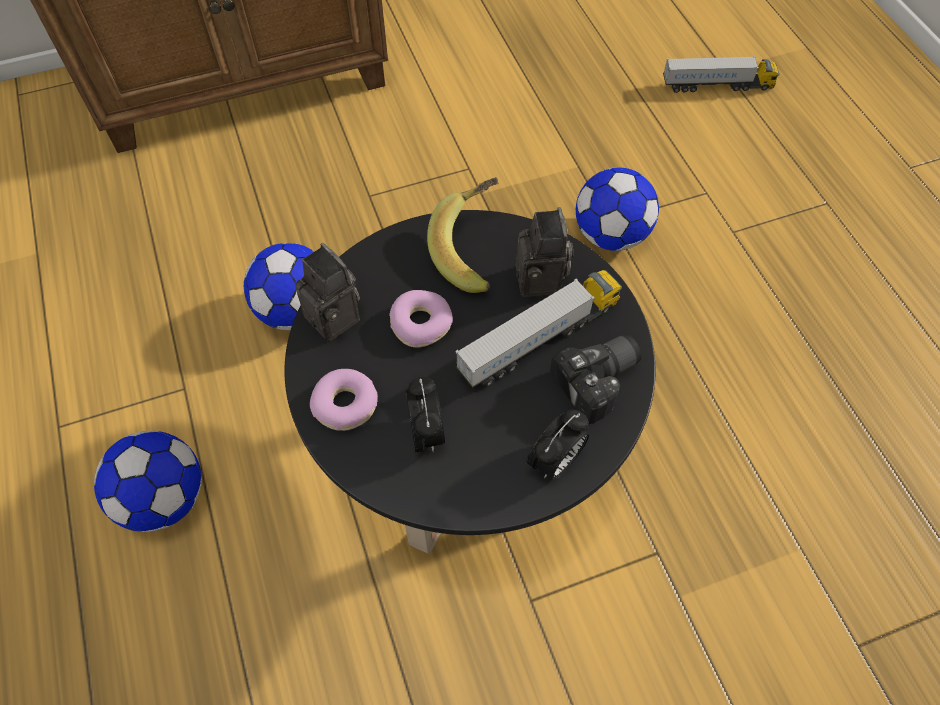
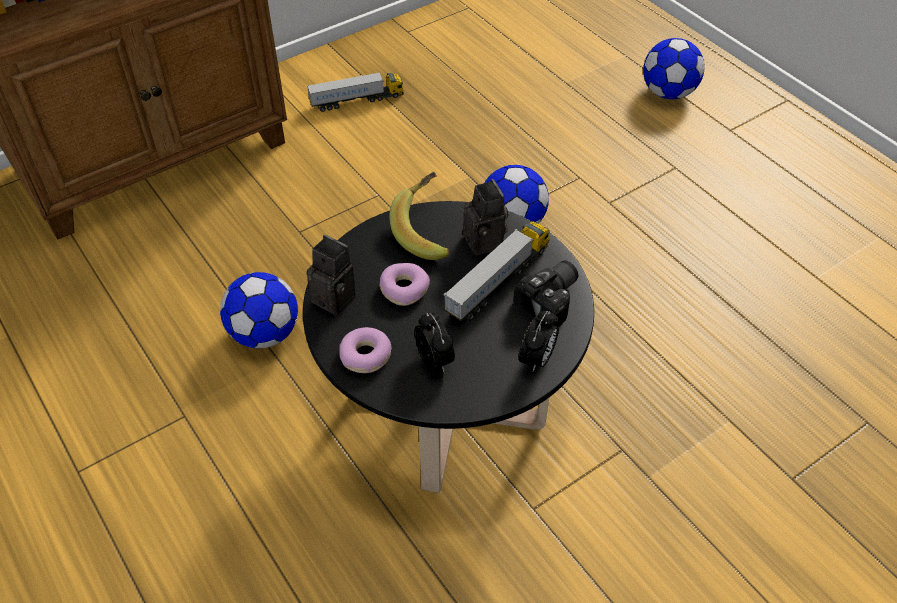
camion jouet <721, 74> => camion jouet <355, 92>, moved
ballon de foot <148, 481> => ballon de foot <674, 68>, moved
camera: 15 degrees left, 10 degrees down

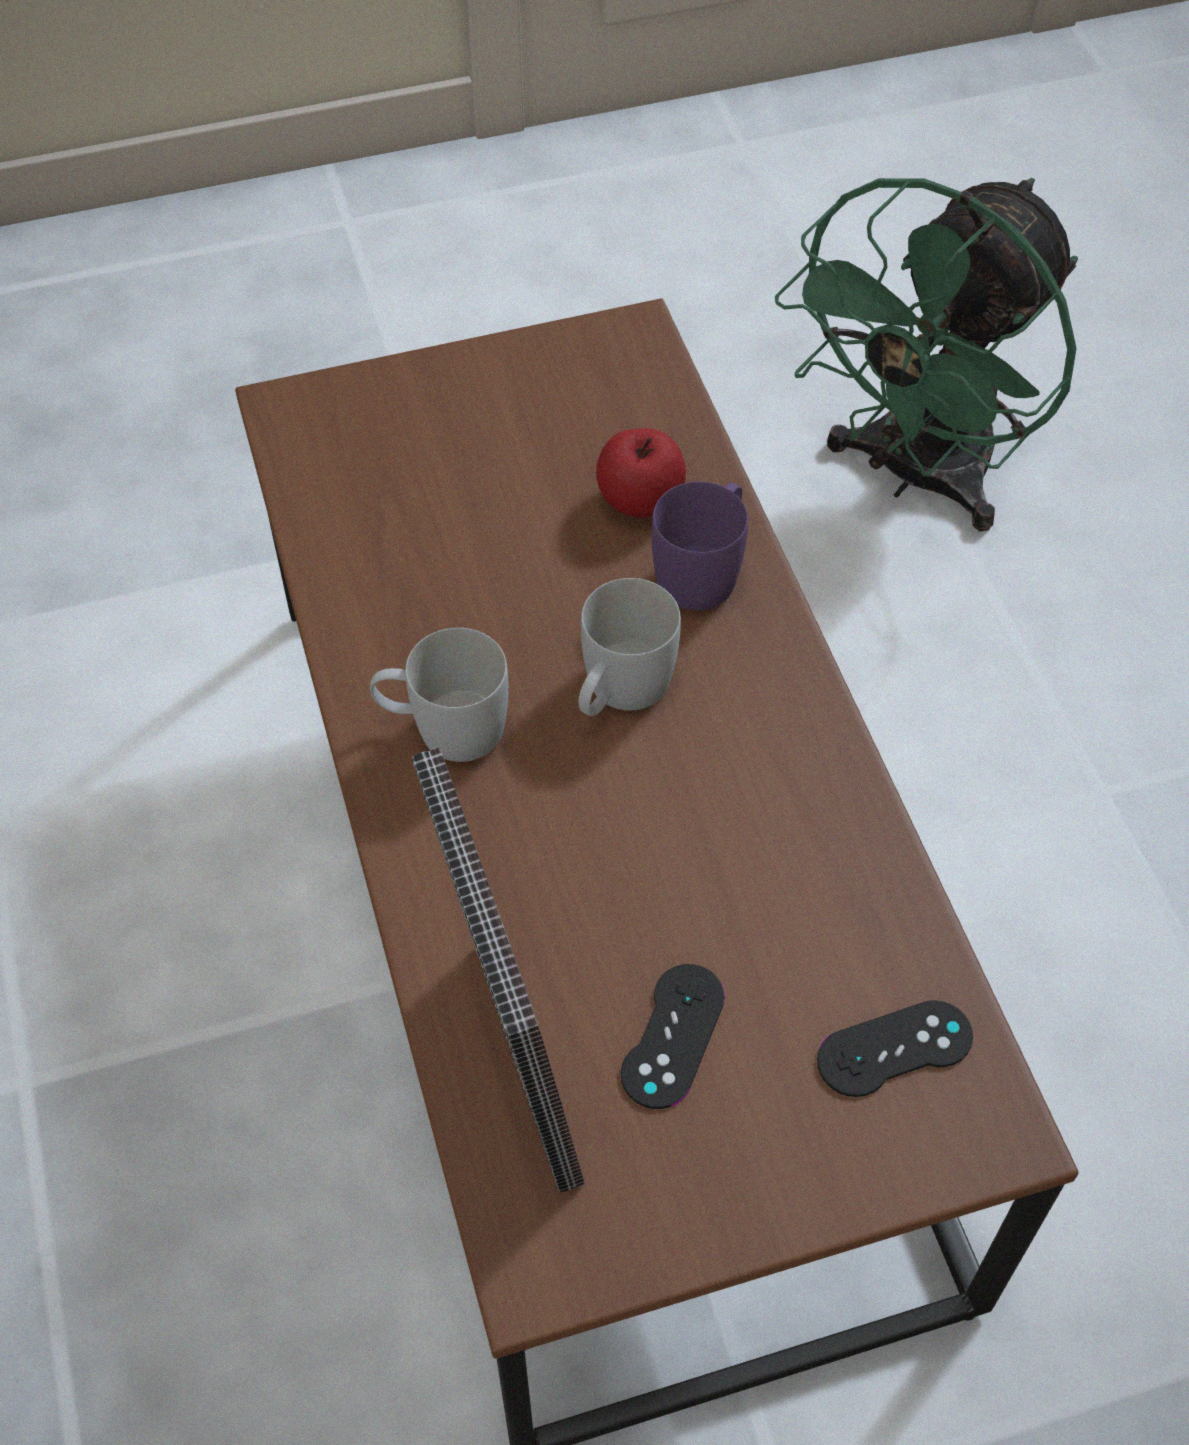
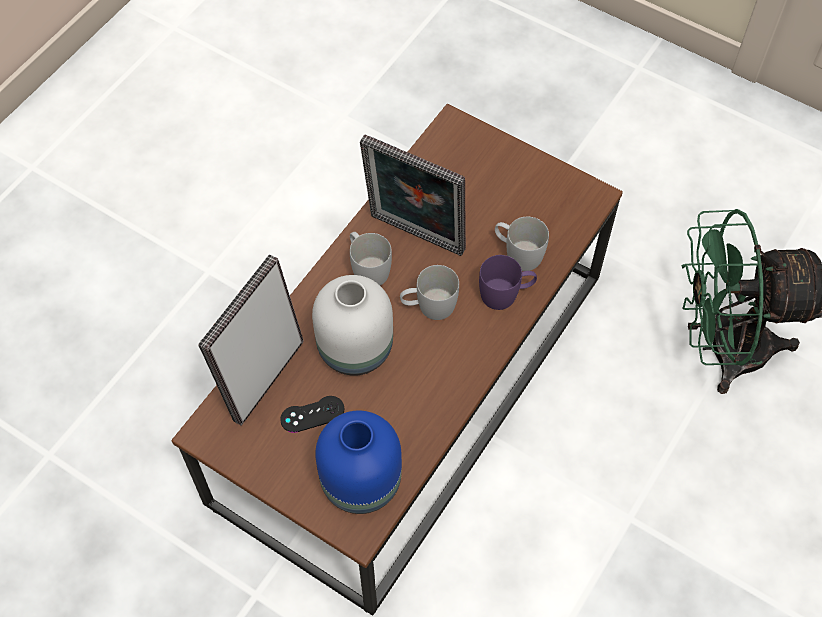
nothing => vase/blanc <352, 325>
manette/noir <895, 1048> => vase/bleu <358, 462>
nothing => cadre photo <413, 195>
pomme <641, 472> => mug/blanc <522, 244>
camera: 50 degrees right, 5 degrees up

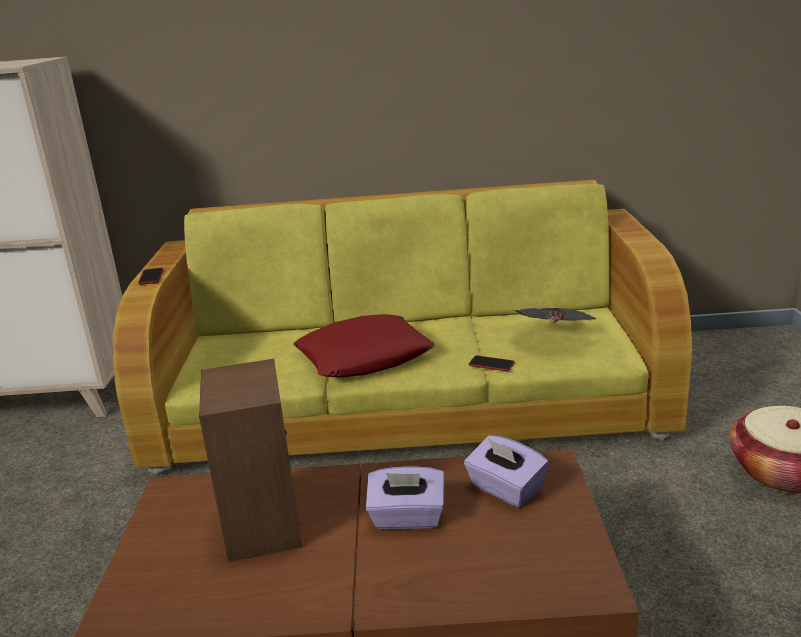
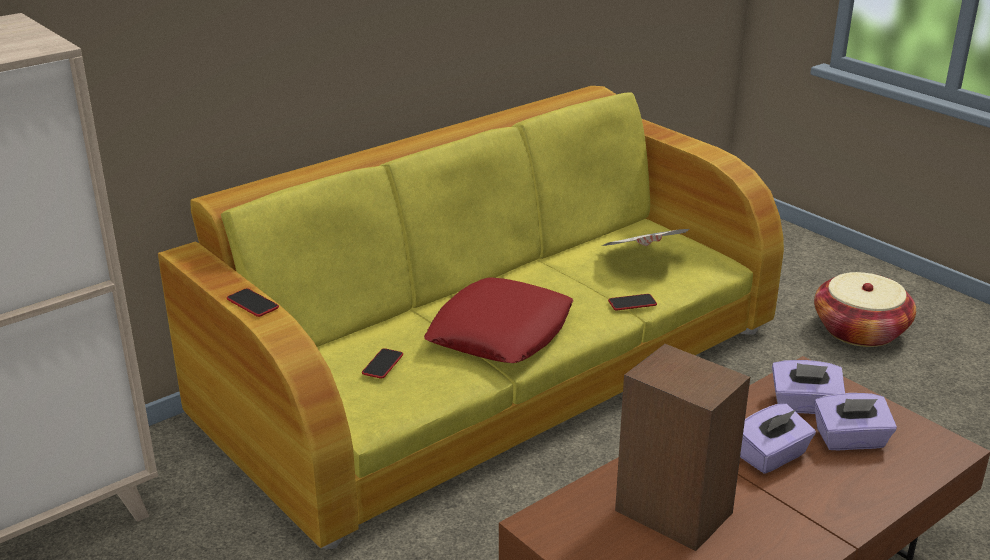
nothing => téléphone <382, 363>
nothing => boîte à mouchoirs/violet <855, 421>
camera: 40 degrees left, 5 degrees up

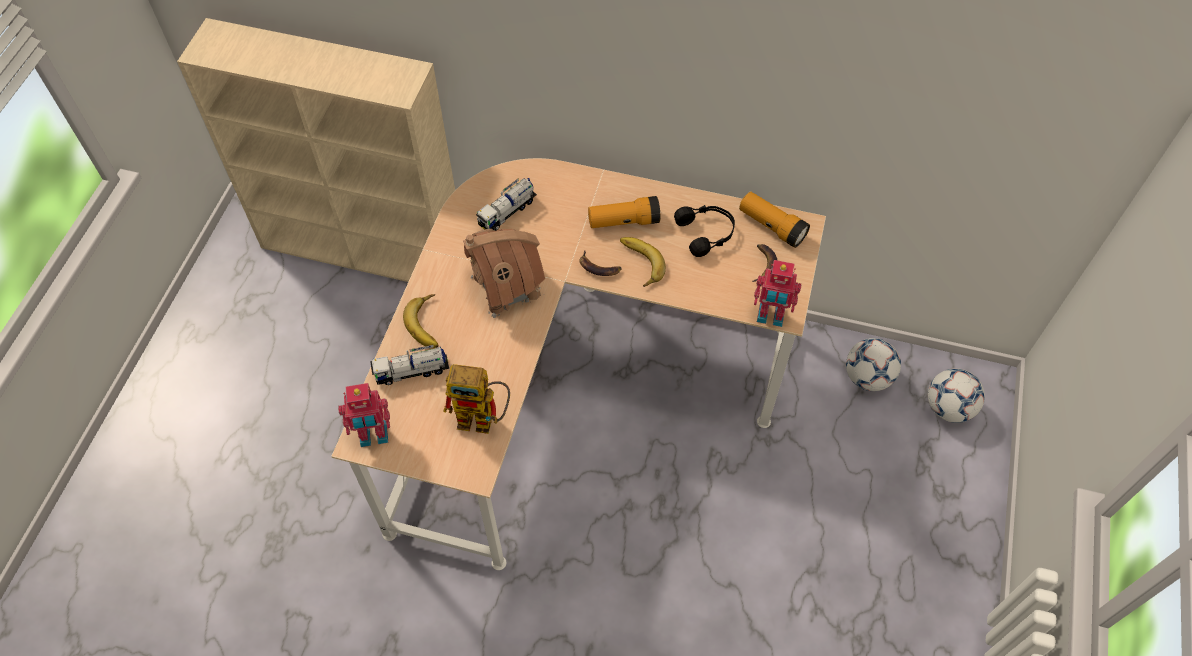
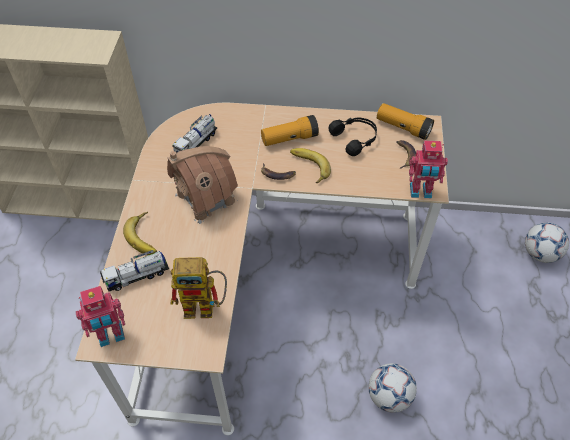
ballon de foot <873, 364> => ballon de foot <392, 388>, moved
camera: 10 degrees left, 5 degrees down

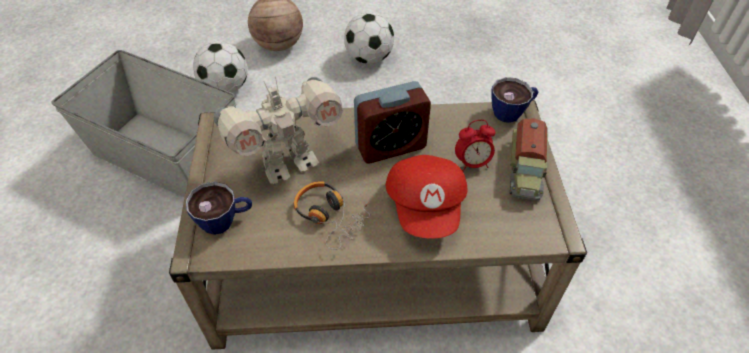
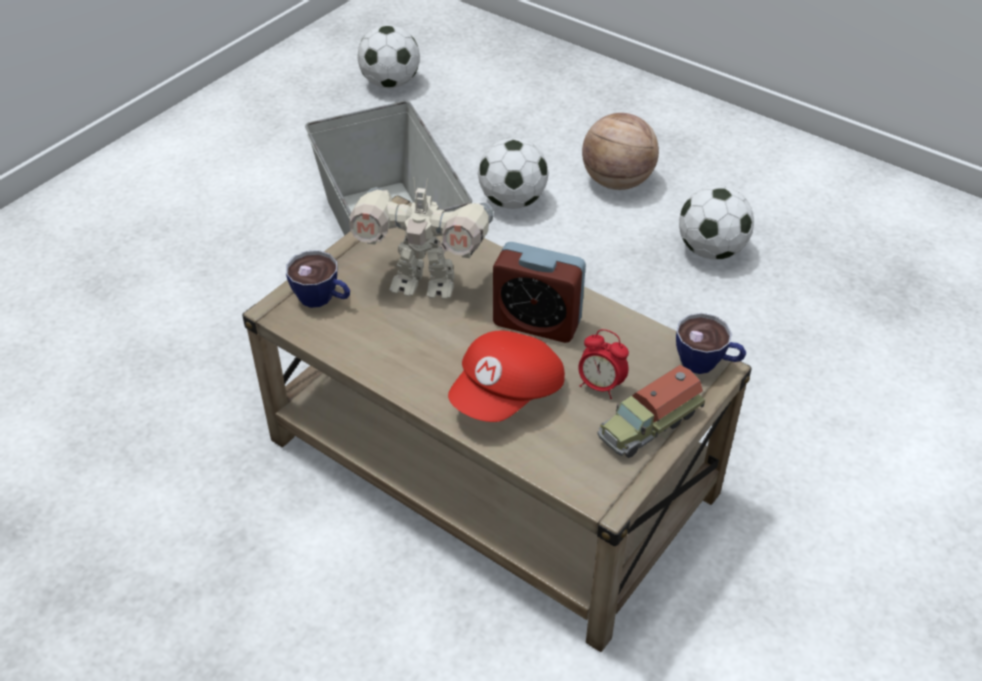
nothing => ballon de foot <388, 56>
casque audio <332, 215> => nothing
camera: 40 degrees right, 5 degrees down

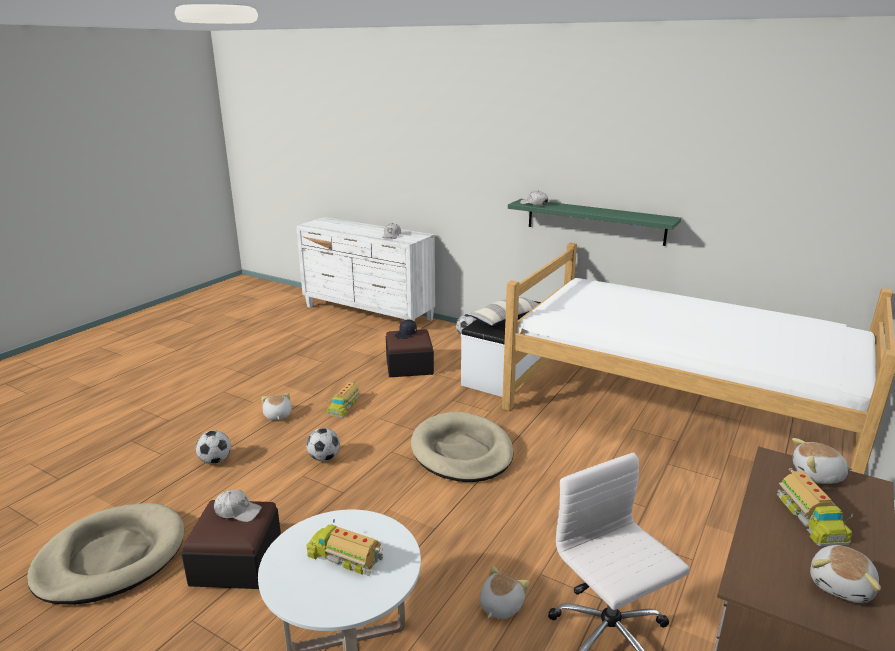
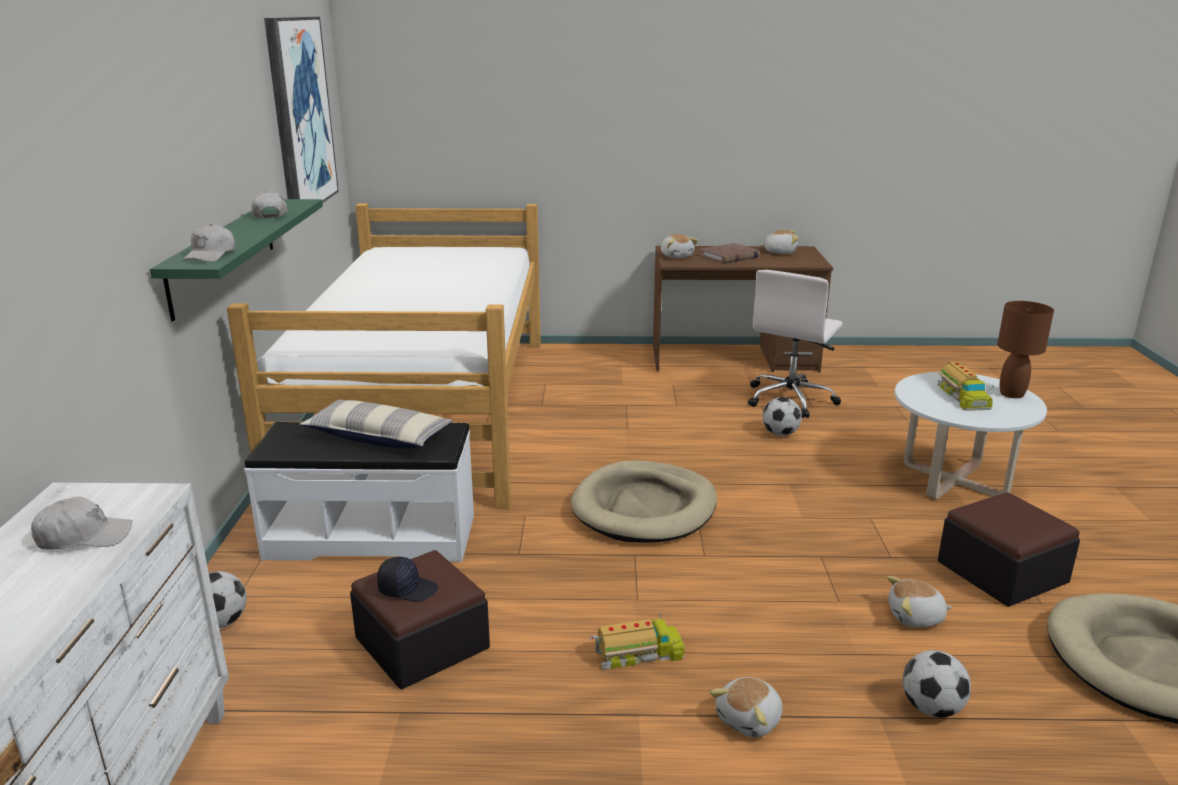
casquette/blanc <238, 506> => casquette/blanc <269, 204>, moved
nothing => tableau <301, 110>
camion jouet <815, 507> => livre/marron <730, 253>
ballon de foot <323, 444> => ballon de foot <782, 416>, moved
peluche <505, 592> => peluche <920, 601>, moved
nothing => lampe de table/marron <1025, 349>
camera: 120 degrees left, 0 degrees up

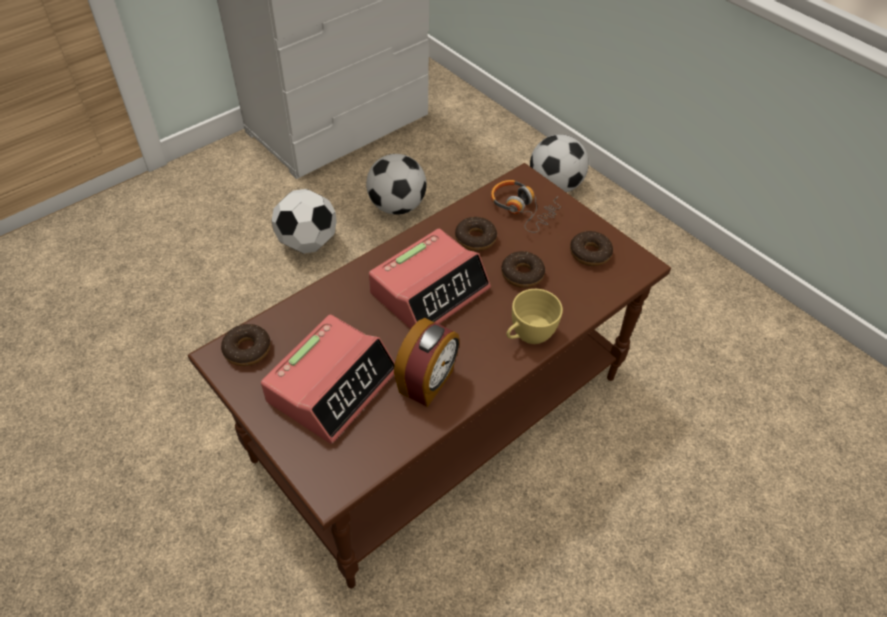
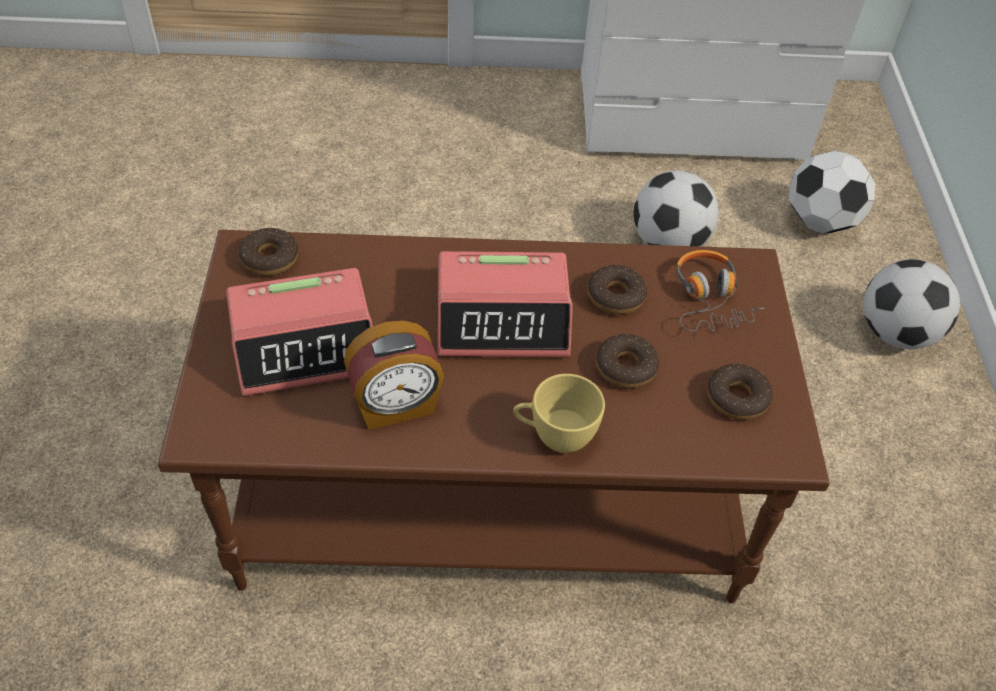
ballon de foot <304, 221> => ballon de foot <832, 192>, moved
camera: 40 degrees right, 0 degrees up

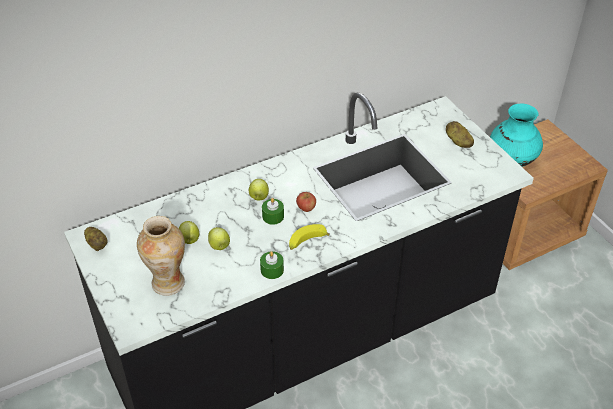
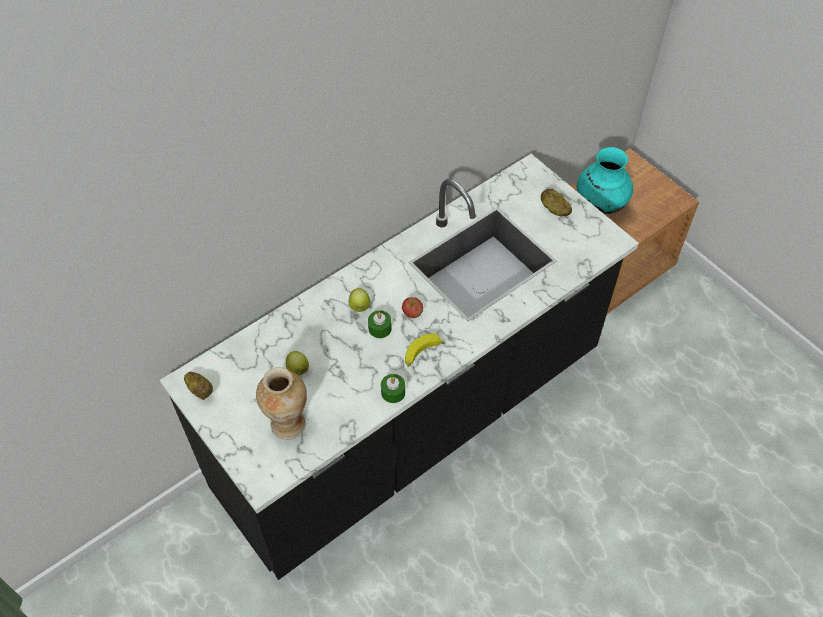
pomme <219, 238> => nothing
camera: 10 degrees left, 10 degrees up

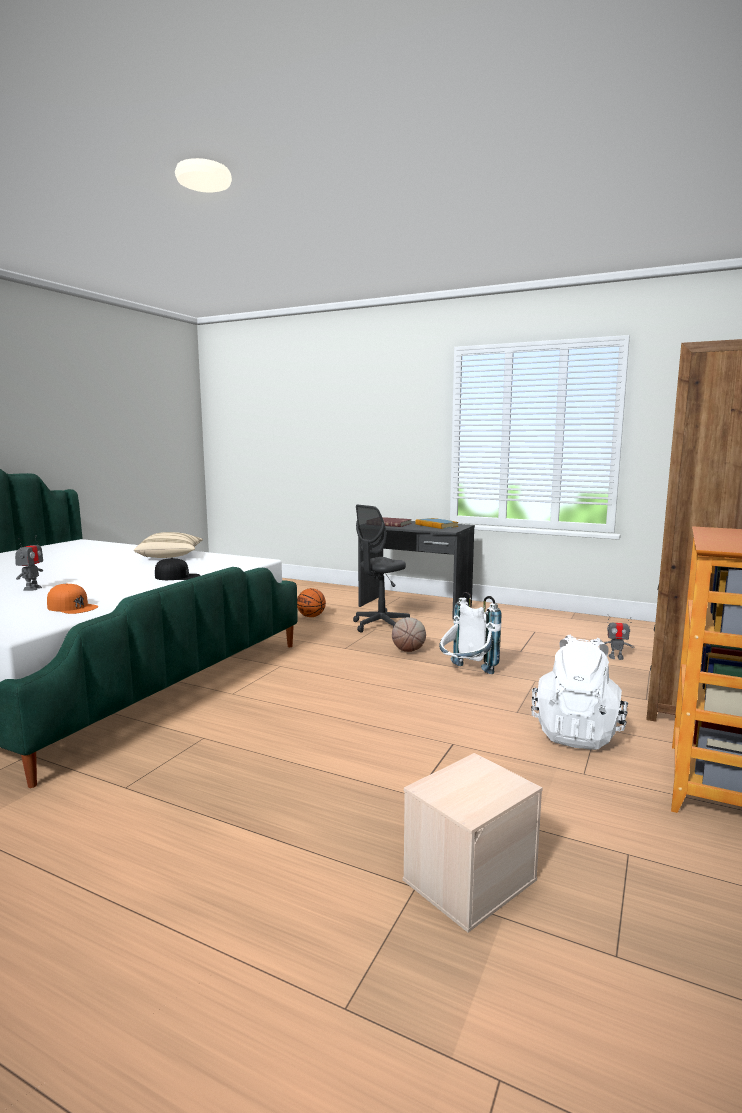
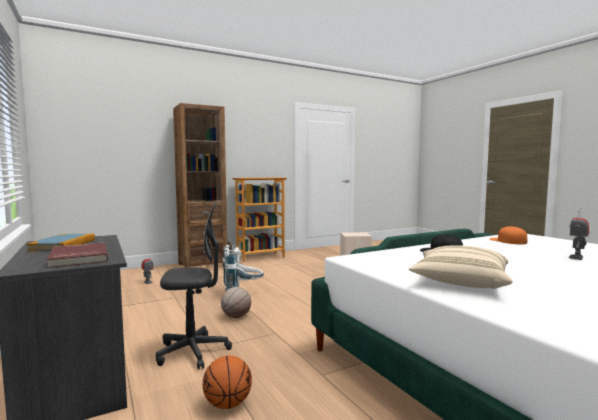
sac à dos/blanc <579, 692> => nothing
camera: 145 degrees left, 5 degrees down

